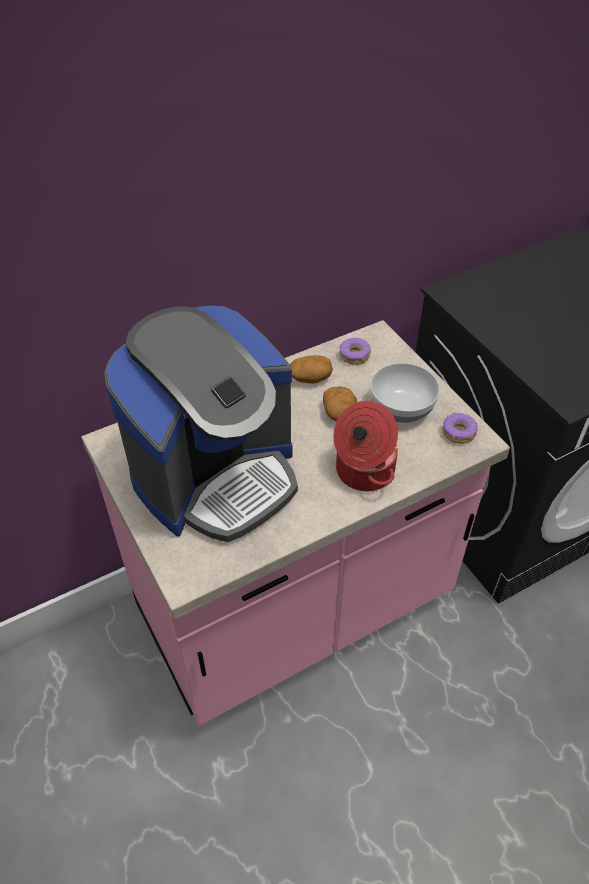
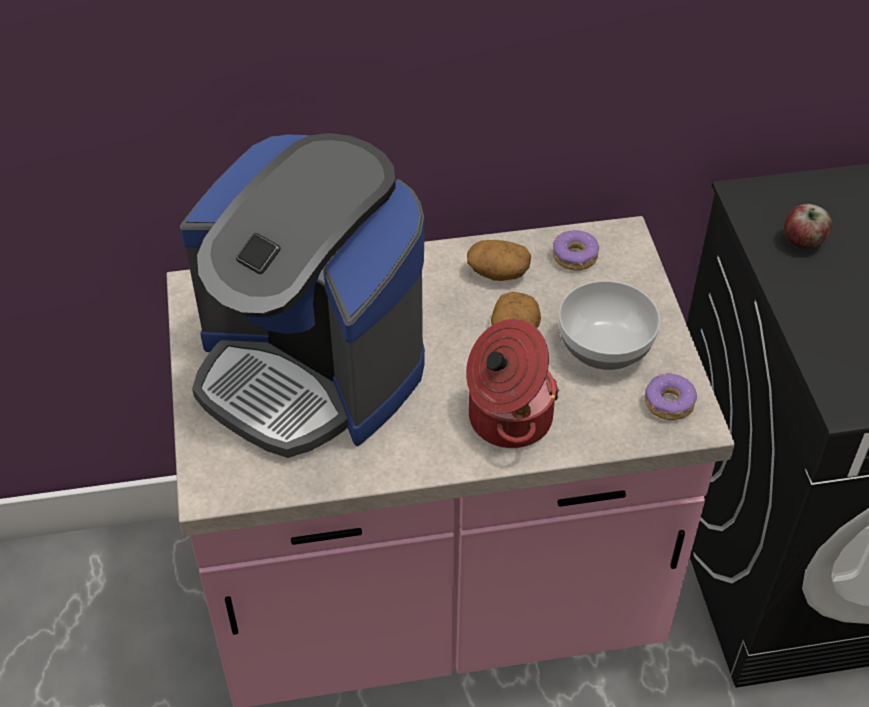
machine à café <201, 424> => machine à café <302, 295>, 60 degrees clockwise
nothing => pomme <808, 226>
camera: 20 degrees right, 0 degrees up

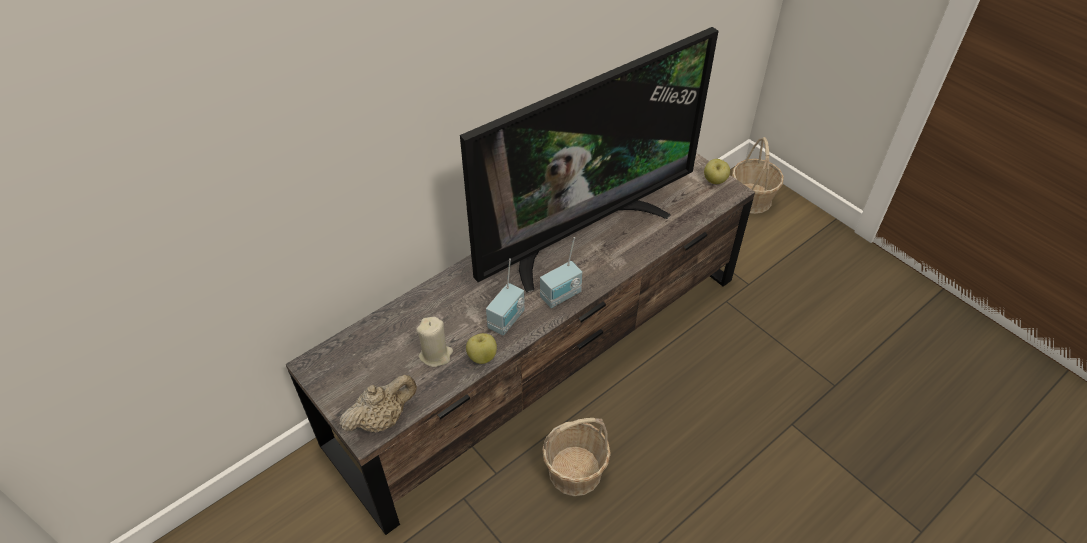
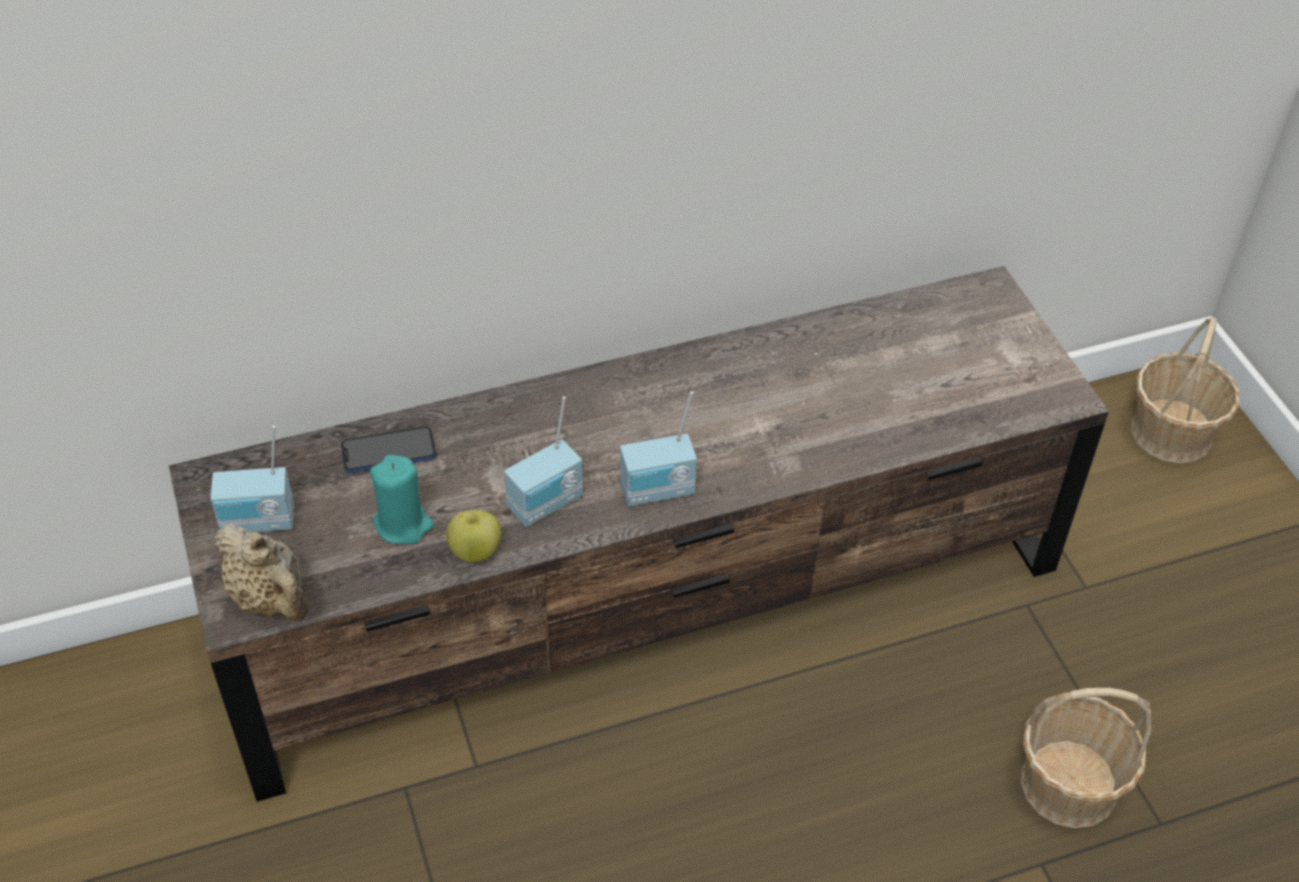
nothing => radio <252, 479>
théière/beige <378, 403> => théière/beige <261, 572>, 60 degrees clockwise
nothing => téléphone <388, 449>
bougie/beige <434, 342> => bougie/turquoise <402, 499>
panier <576, 457> => panier <1086, 758>, moved
téléviseur <589, 159> => nothing
pomme <717, 171> => nothing
camera: 20 degrees right, 0 degrees up

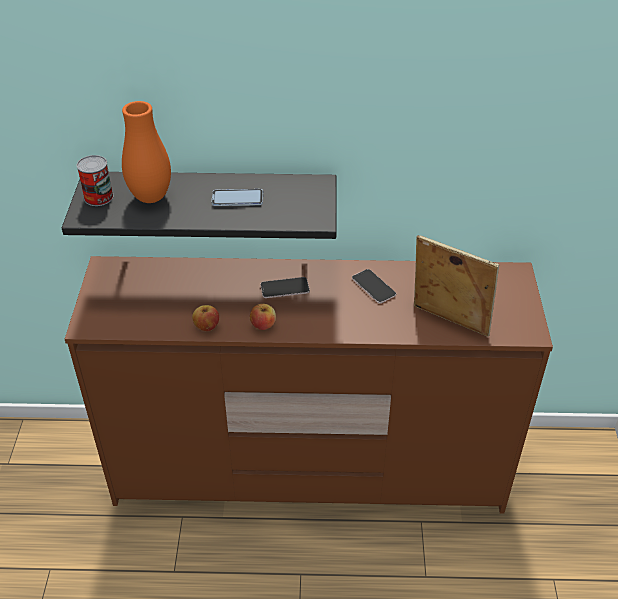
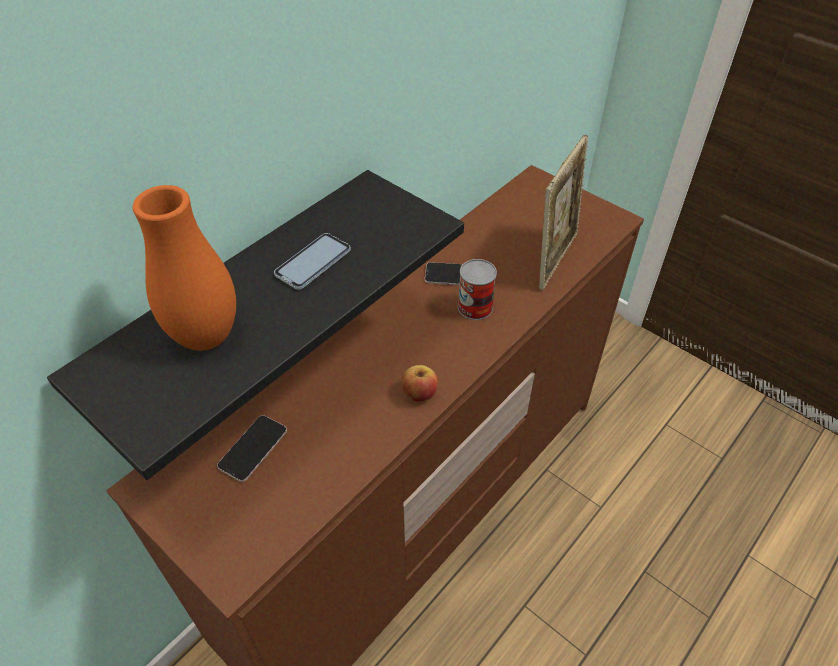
téléphone <285, 287> => téléphone <252, 448>, moved
boîte métallique <95, 180> => boîte métallique <477, 289>, moved
cadre photo <456, 286> => cadre photo <563, 212>, 135 degrees clockwise
pomme <205, 318> => nothing
camera: 50 degrees left, 5 degrees up

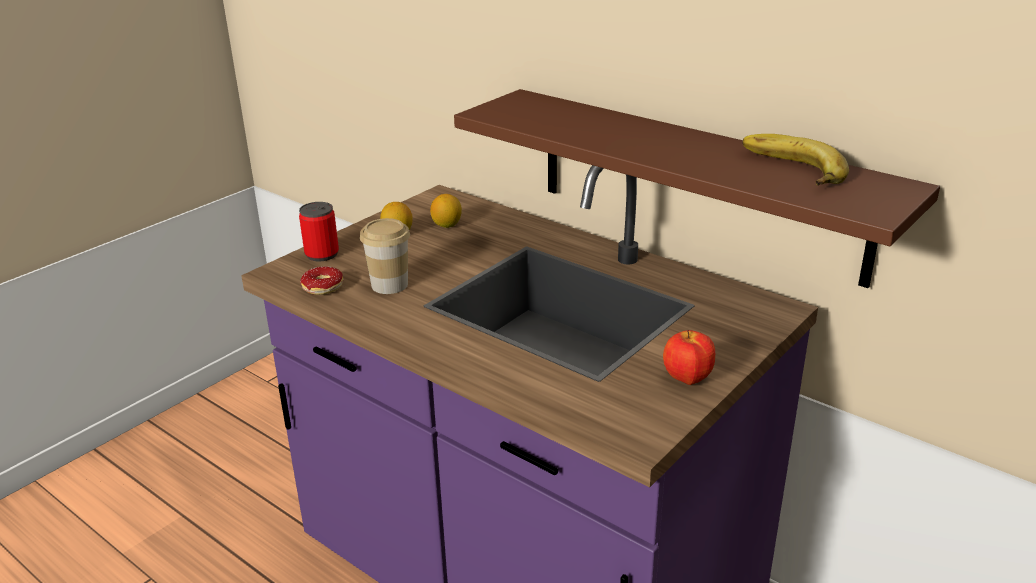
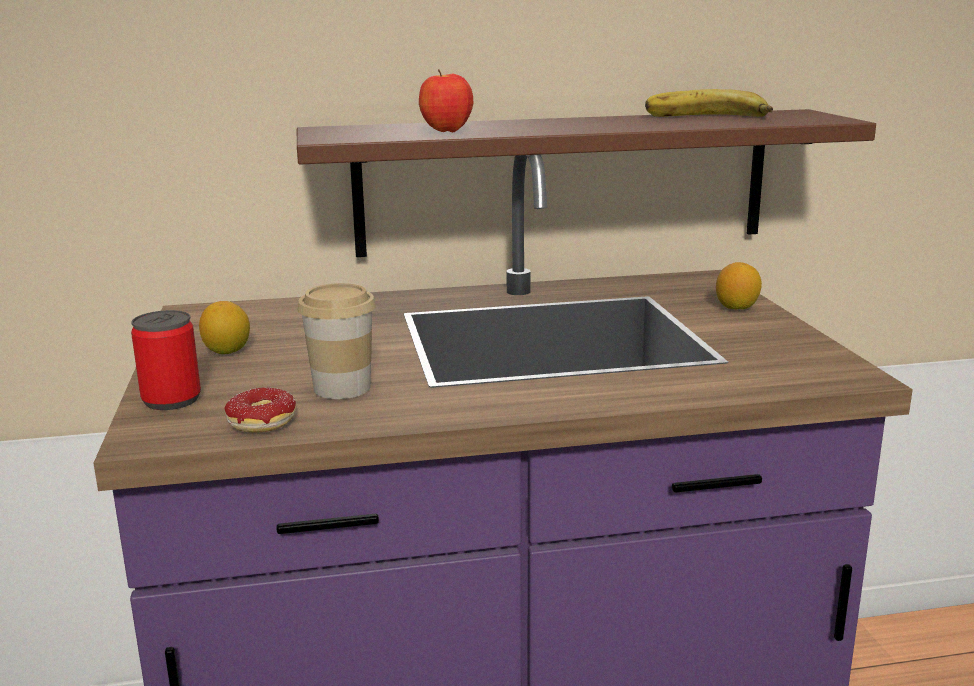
pomme <689, 357> => pomme <446, 100>, moved
citron <446, 211> => citron <739, 285>, moved
camera: 50 degrees left, 10 degrees down

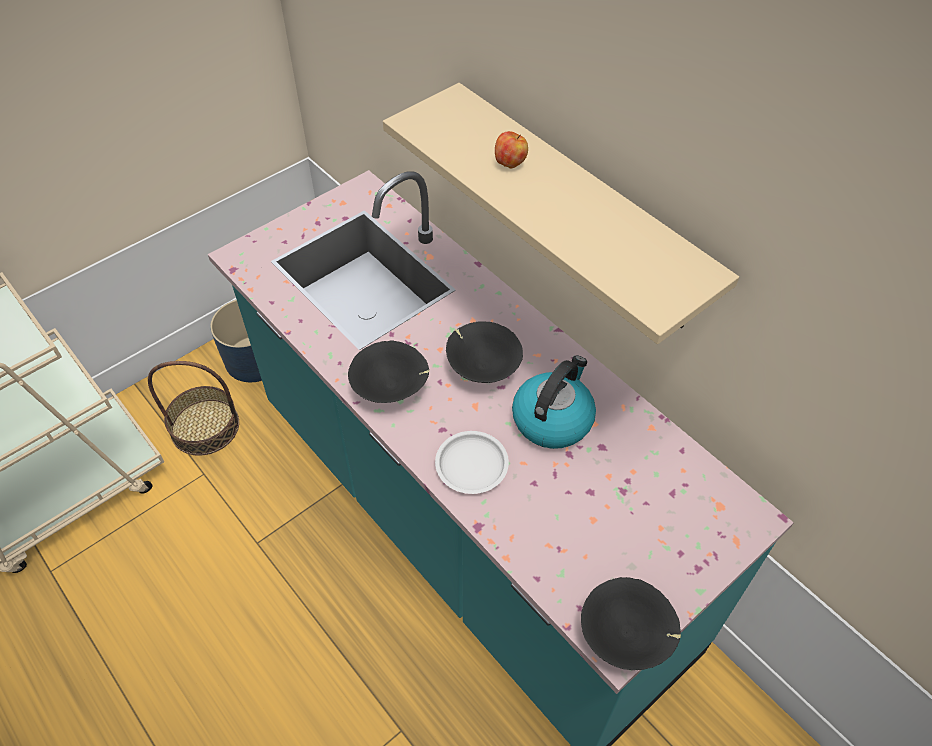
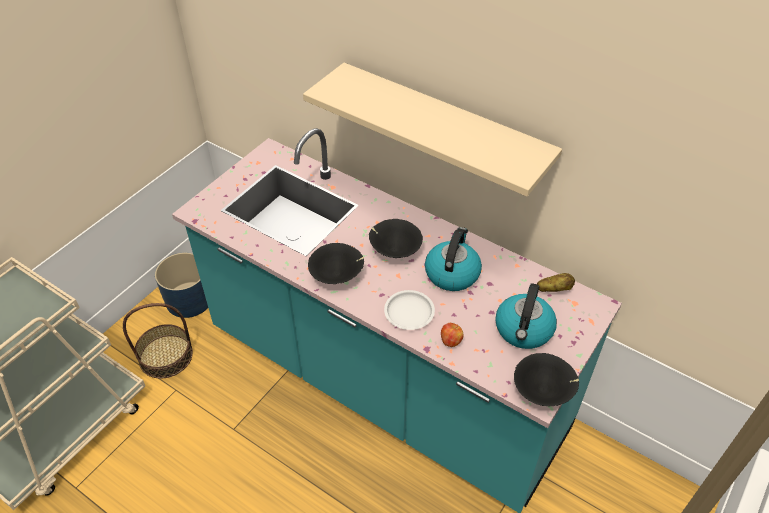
pomme <511, 149> => pomme <452, 335>, moved
nothing => bouilloire <526, 316>
nothing => pomme de terre <556, 282>
camera: 15 degrees left, 5 degrees down

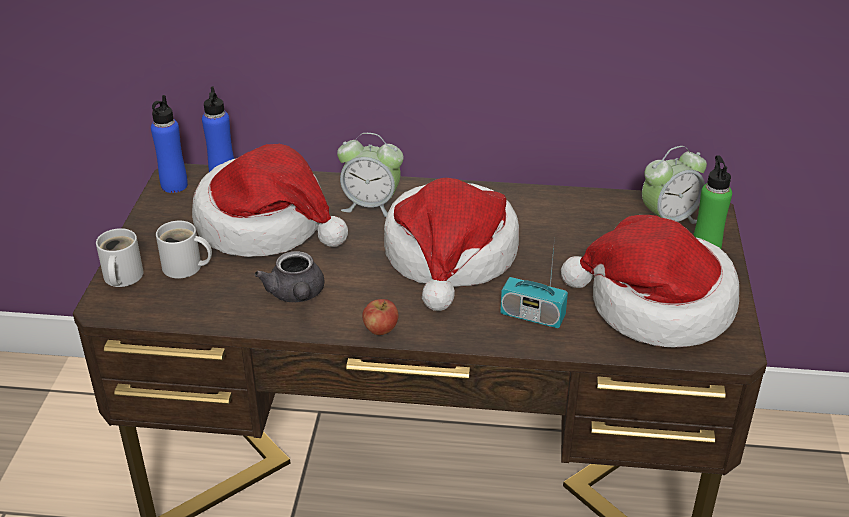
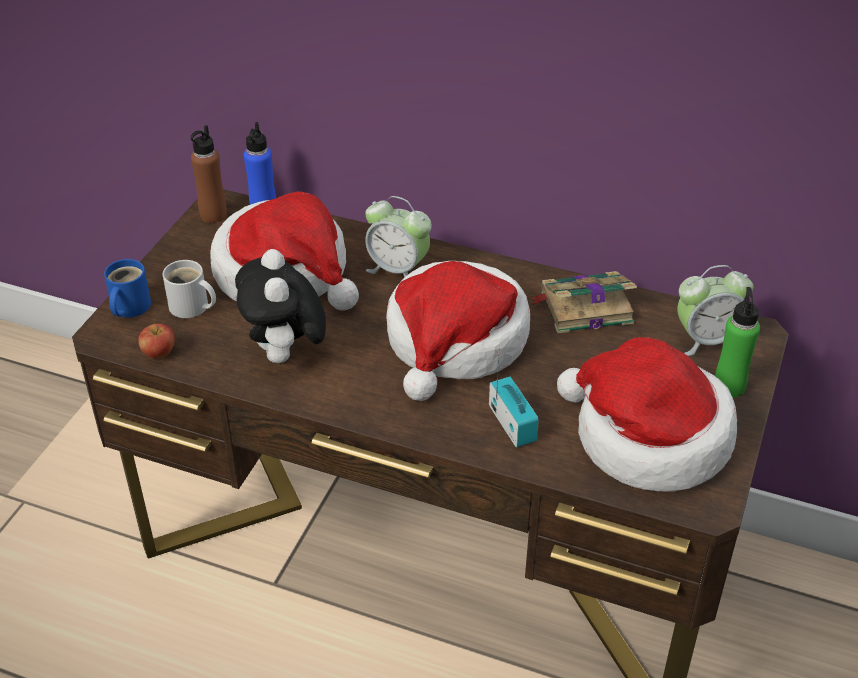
mug/blanc <119, 257> => mug/bleu <127, 288>
pomme <380, 317> => pomme <156, 341>, moved
bouteille/bleu <169, 144> => bouteille/marron <208, 174>
théière/gris <289, 276> => peluche <280, 306>
radio <534, 282> => radio <514, 402>, 150 degrees counterclockwise
nothing => livre <583, 302>
camera: 15 degrees right, 5 degrees up

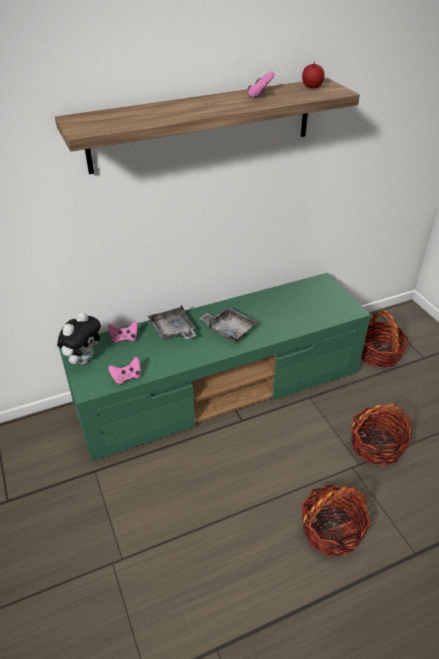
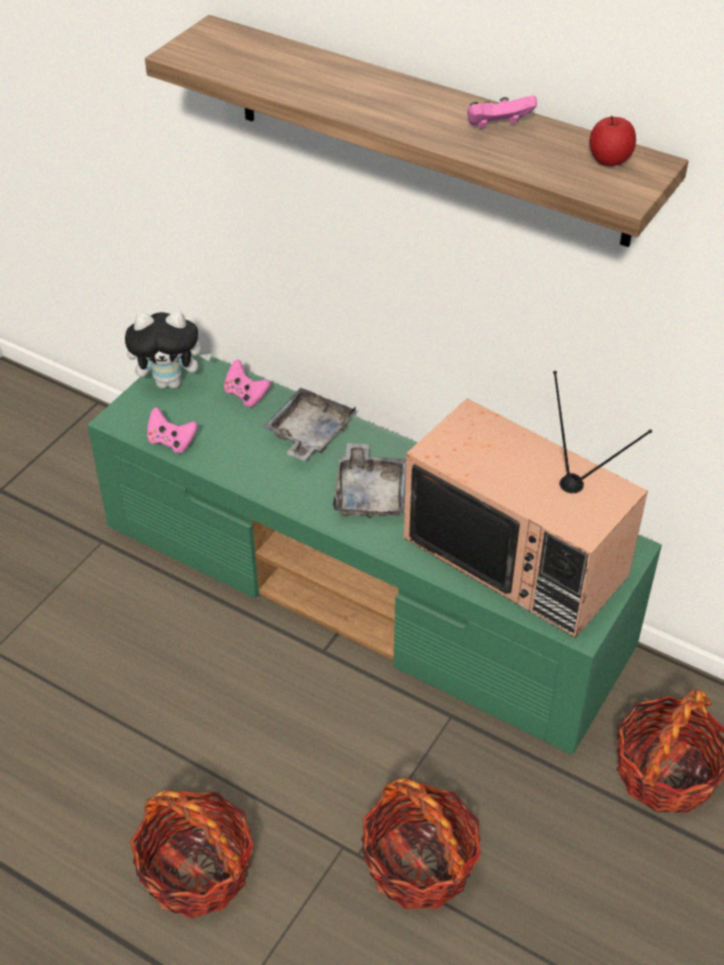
nothing => téléviseur <528, 504>
camera: 55 degrees right, 5 degrees up

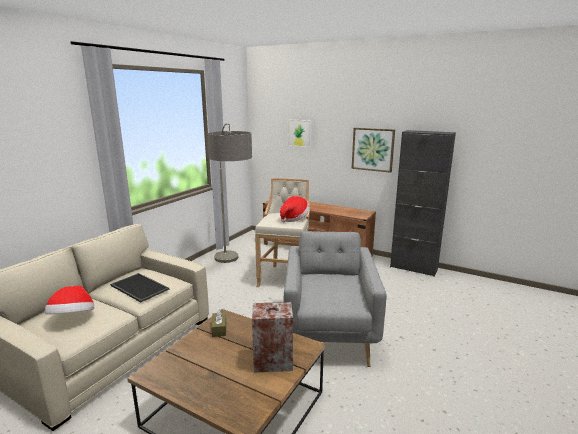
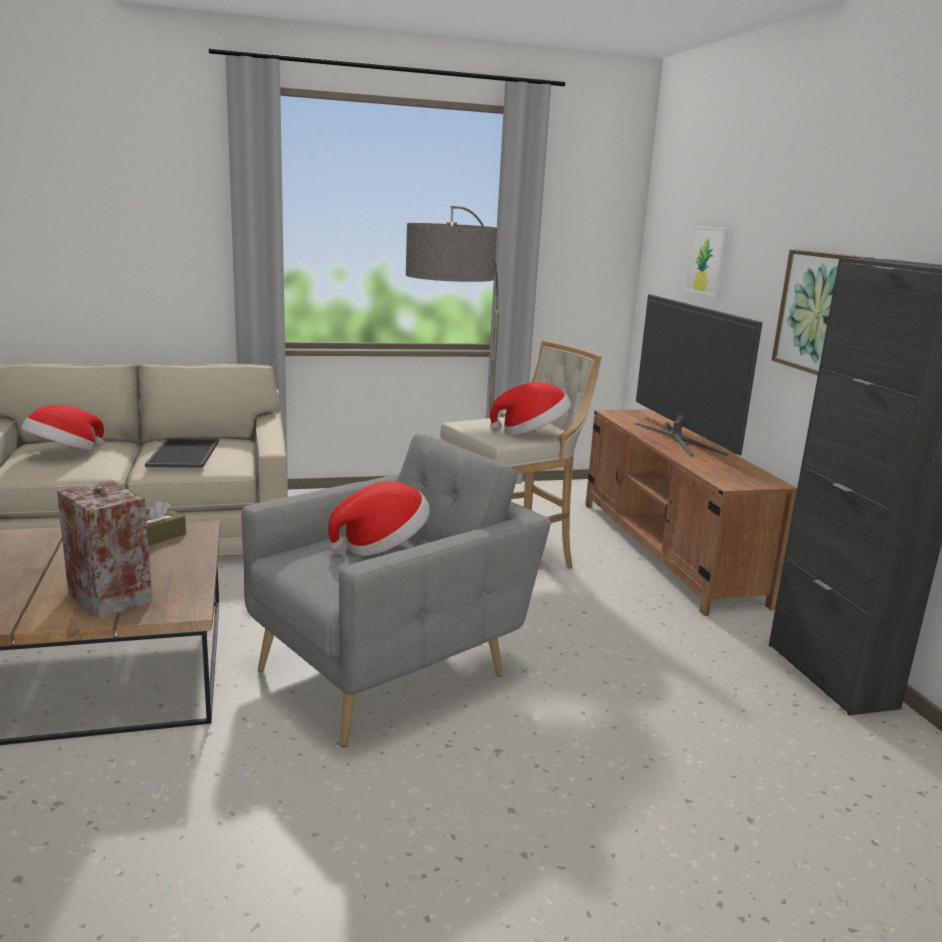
nothing => chapeau <379, 518>
nothing => téléviseur <699, 375>
camera: 45 degrees right, 0 degrees up

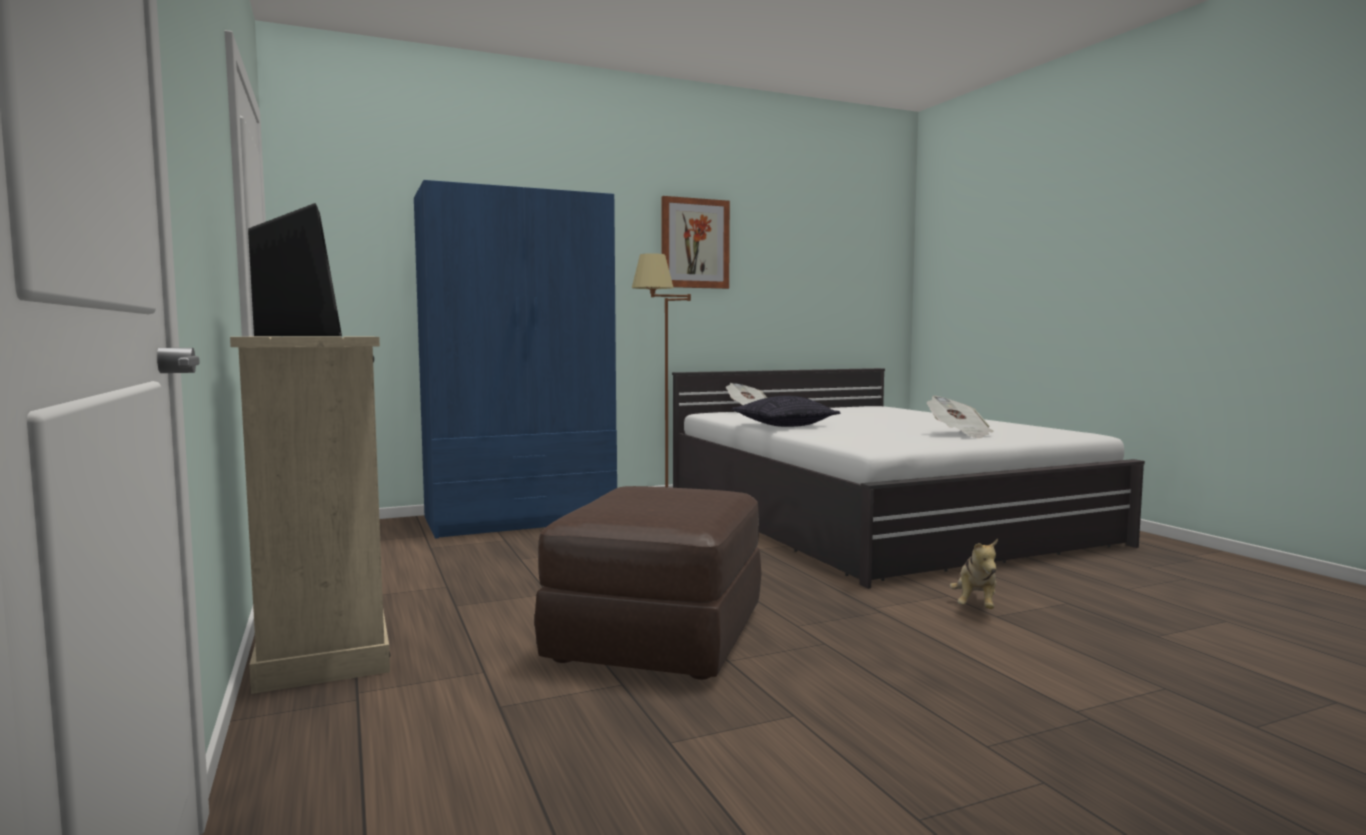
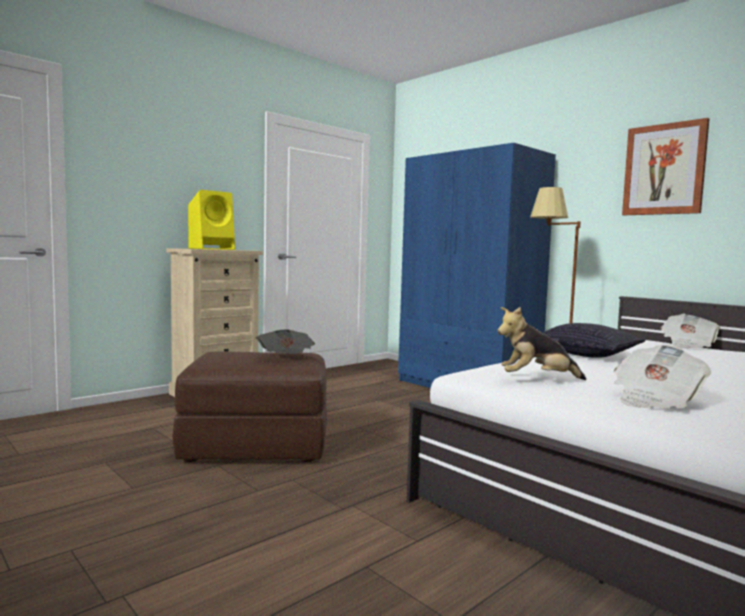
enceinte/noir <295, 269> => enceinte/jaune <211, 220>
nothing => journal <285, 341>
peluche <974, 574> => peluche <541, 343>, moved
camera: 70 degrees right, 0 degrees up

